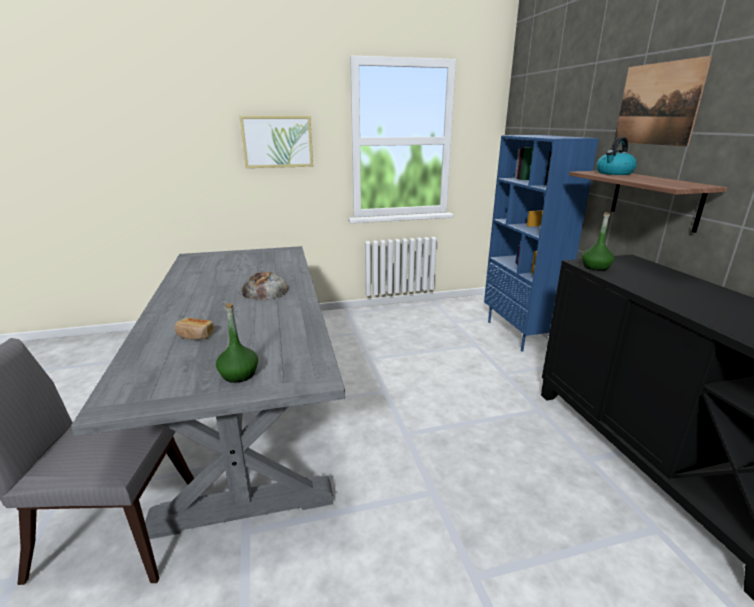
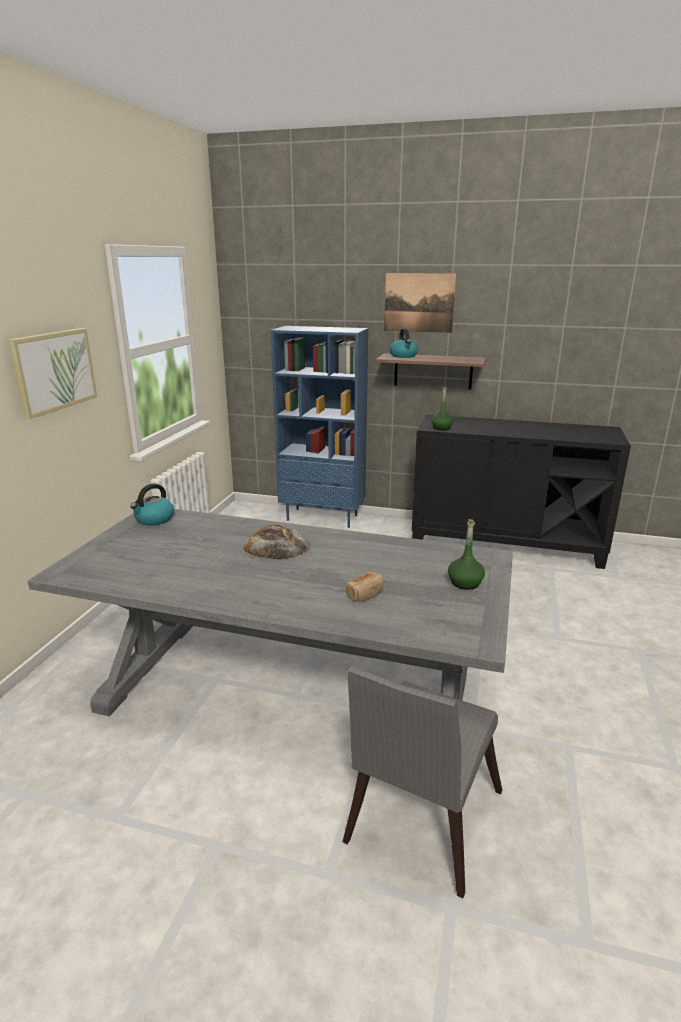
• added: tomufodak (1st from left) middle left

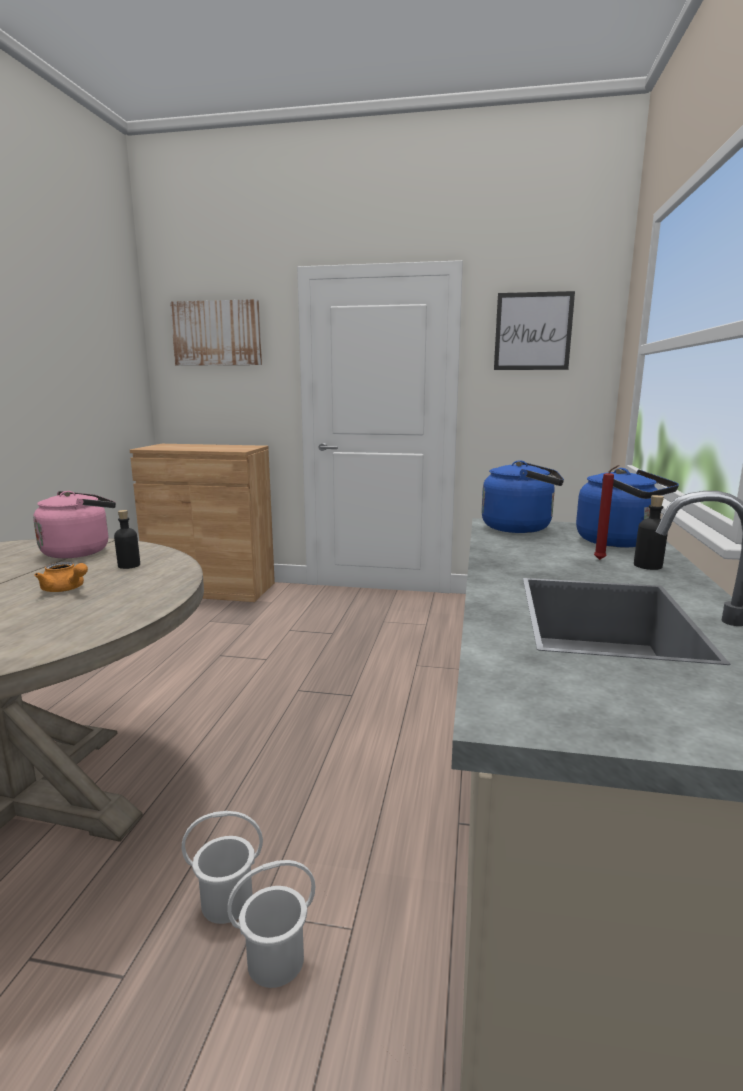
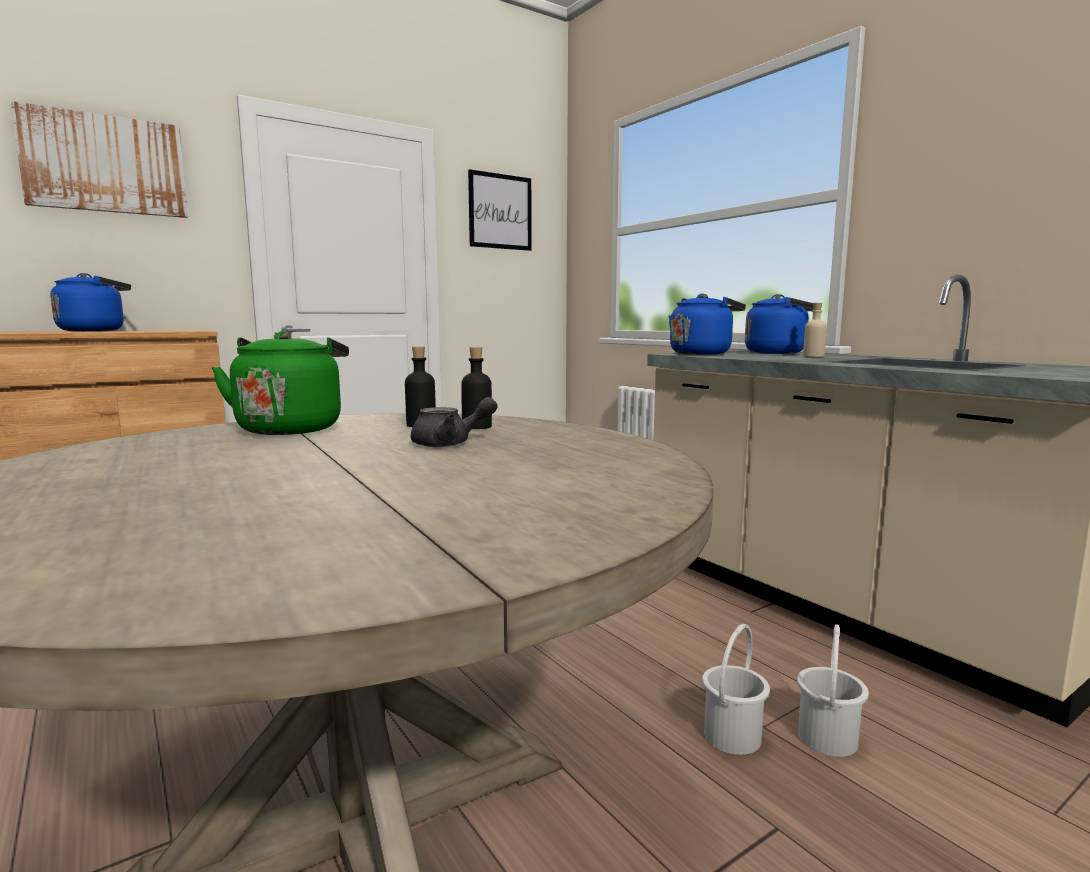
• added: tomufodak (blue) (1st from left) middle left
• recoloured: tomufodak (pink) middle left to tomufodak (green) middle left
• recoloured: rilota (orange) middle left to rilota (grey) centre
• moved: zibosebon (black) (2nd from left) middle right to centre
• replaced: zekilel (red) middle right to zibosebon (beige) middle right

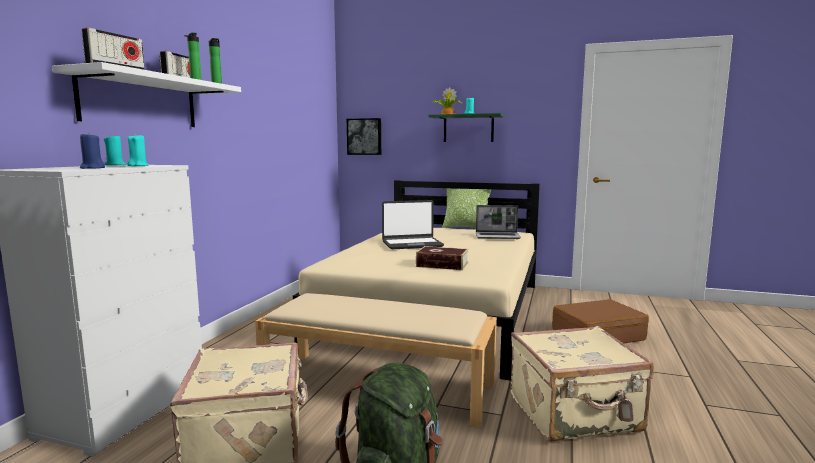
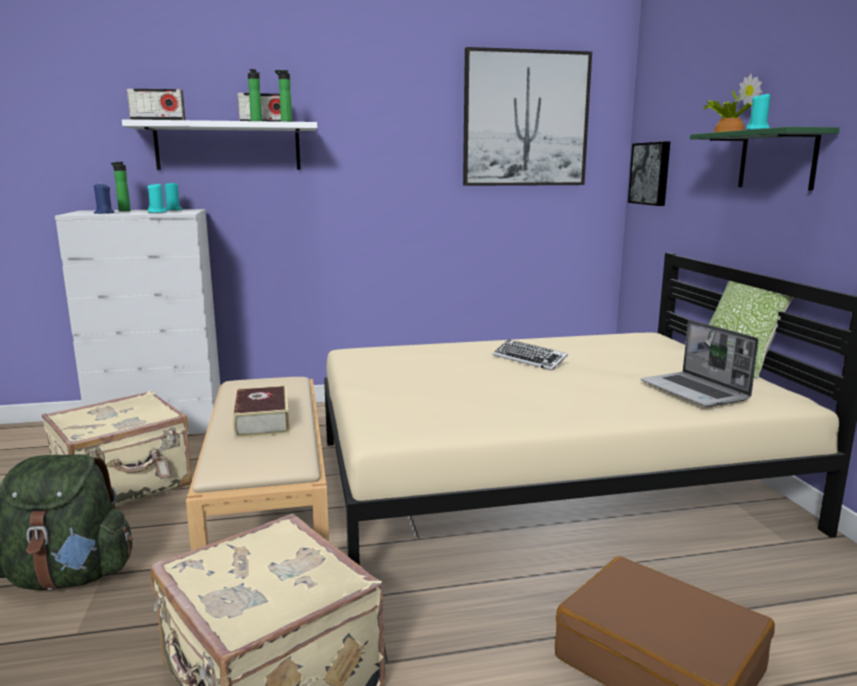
• added: zibosebon (1st from left) top left
• moved: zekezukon centre to middle left
• added: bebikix (1st from left) top centre
• replaced: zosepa (1st from left) centre to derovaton centre

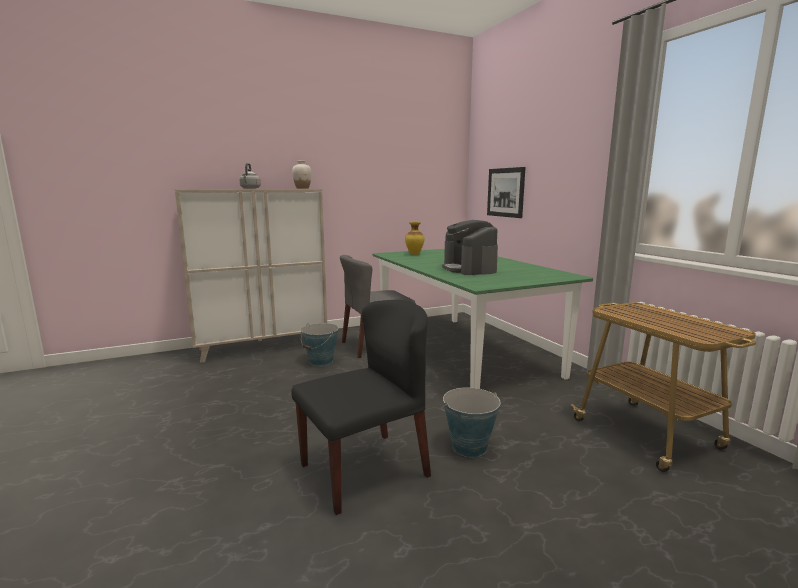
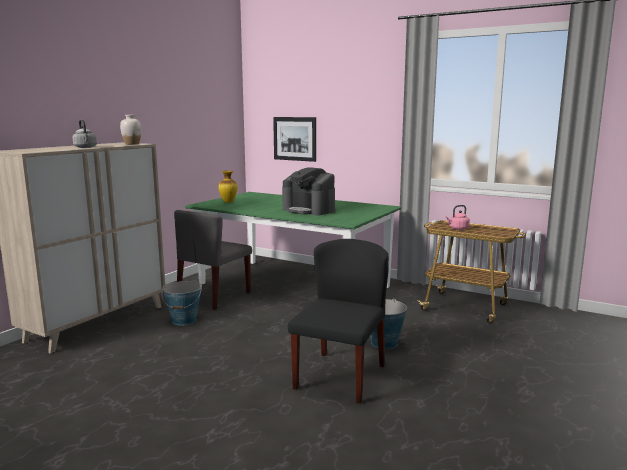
• added: tomufodak (pink) middle right

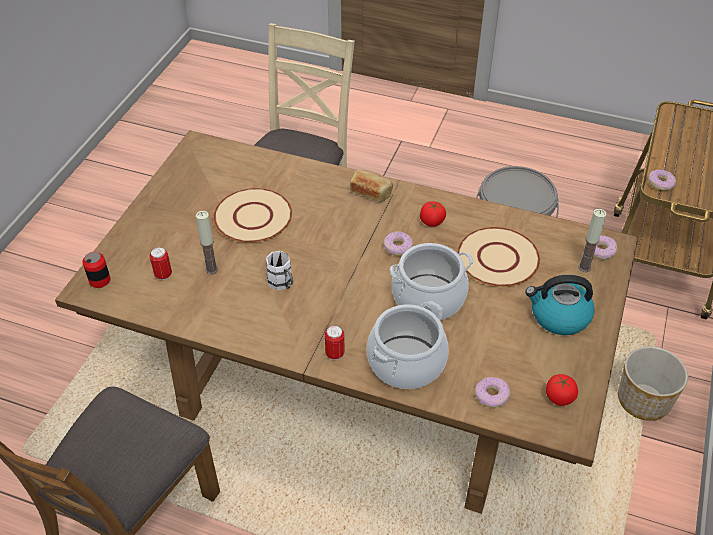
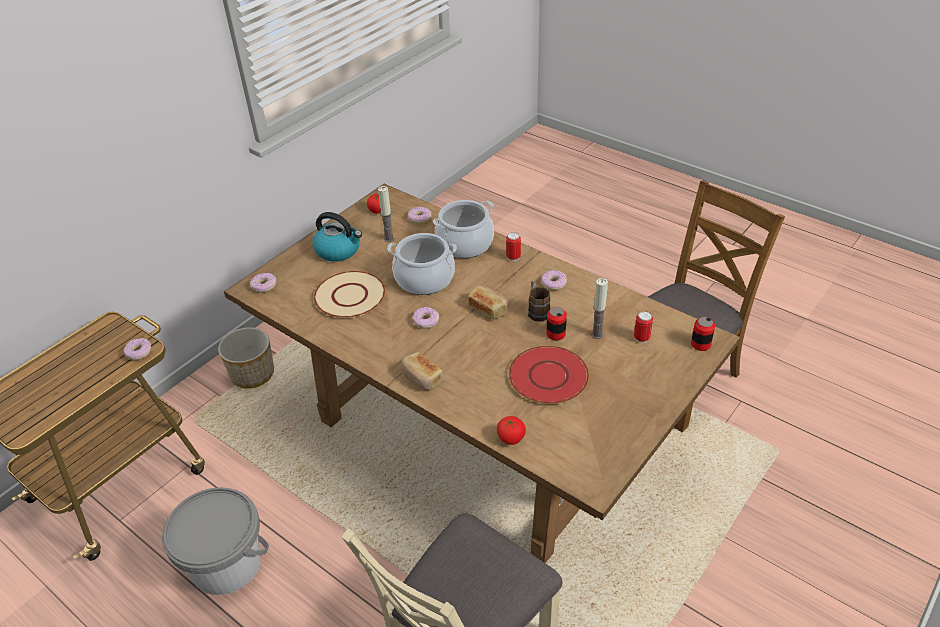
• moved: zekilel (2nd from left in the first image) middle right to zekilel (1st from left) centre
• added: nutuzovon (2nd from left) centre
• moved: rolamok (1st from left in the first image) centre to rolamok (2nd from left) bottom centre
• recoloured: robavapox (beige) (1st from left) centre to robavapox (red) centre
• recoloured: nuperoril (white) centre to nuperoril (brown) centre
• added: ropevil (5th from left) centre
• added: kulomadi (2nd from left) centre

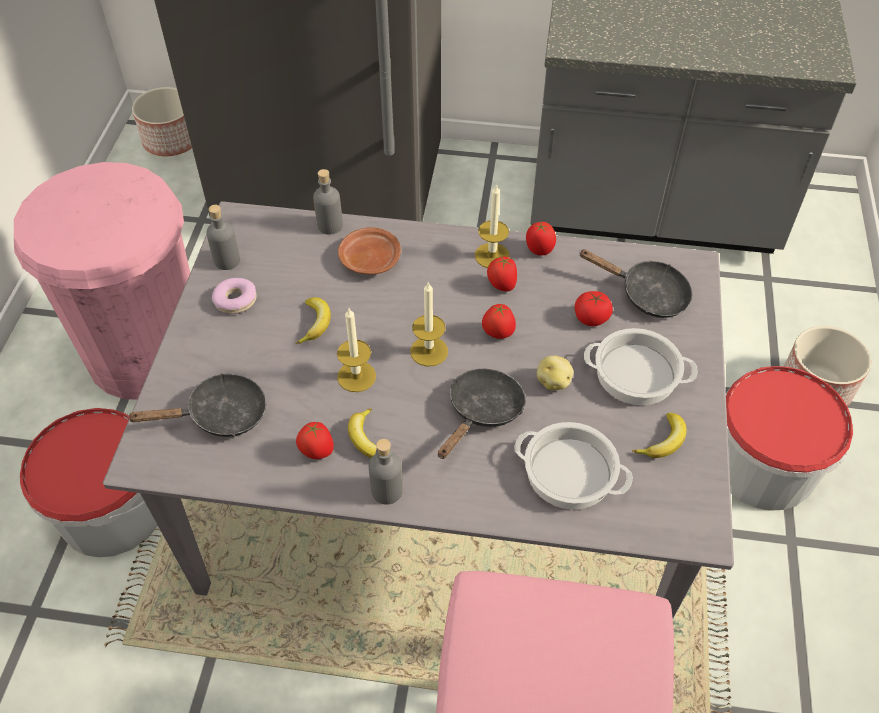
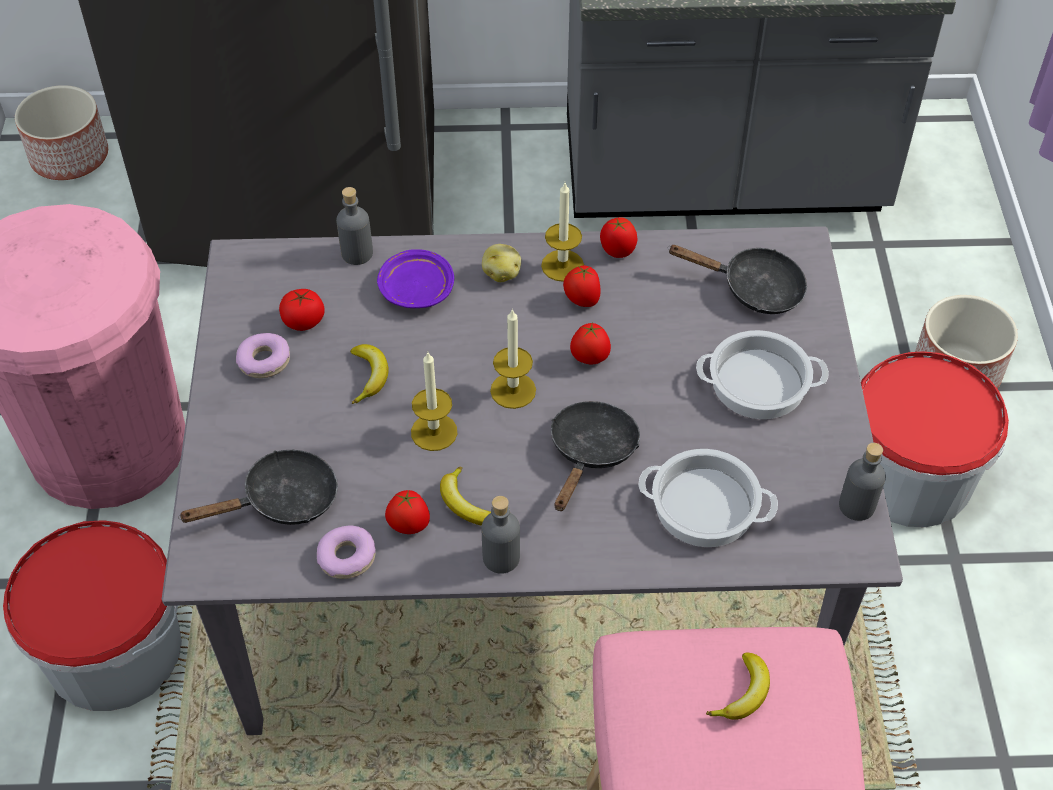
• moved: rolamok (5th from left in the first image) middle right to rolamok (1st from left) middle left
• added: ropevil (2nd from left) bottom left
• recoloured: robavapox (brown) centre to robavapox (purple) centre
• moved: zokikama centre to top centre
• moved: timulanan (3rd from left) middle right to bottom right
• moved: zibosebon (grey) (1st from left in the first image) top left to zibosebon (grey) (3rd from left) middle right

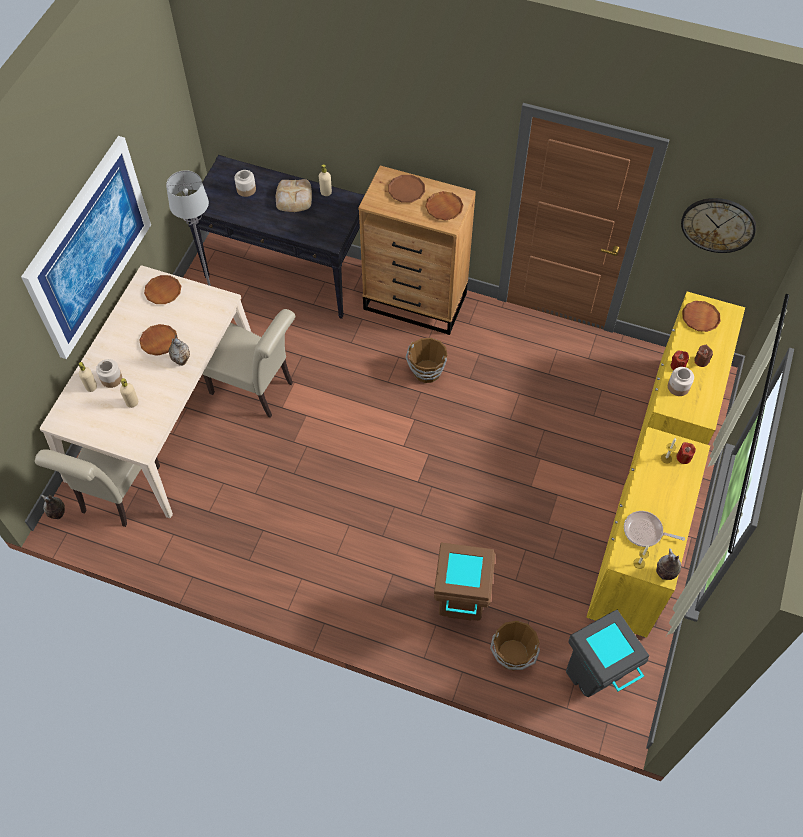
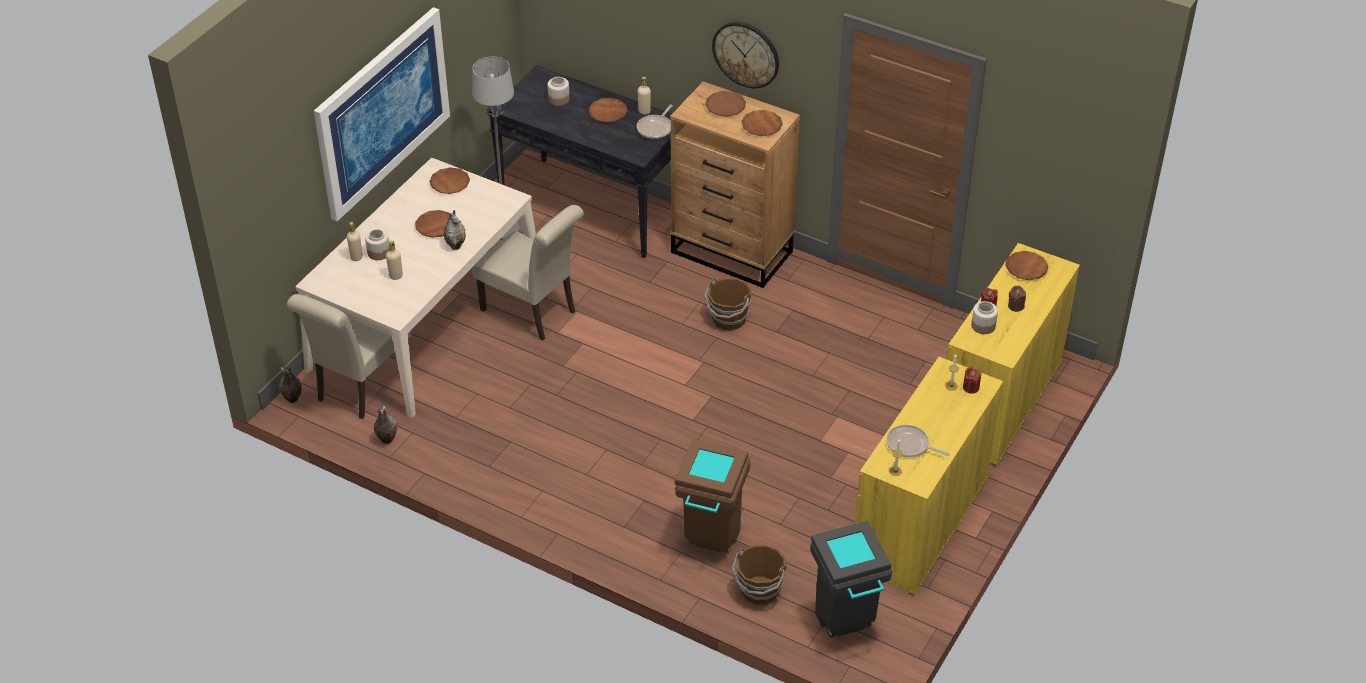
• moved: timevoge (3rd from left in the first image) bottom right to timevoge (2nd from left) middle left
• replaced: nutuzovon top centre to robavapox (brown) (3rd from left) top centre
• added: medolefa (1st from left) top centre
• moved: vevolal top right to top centre

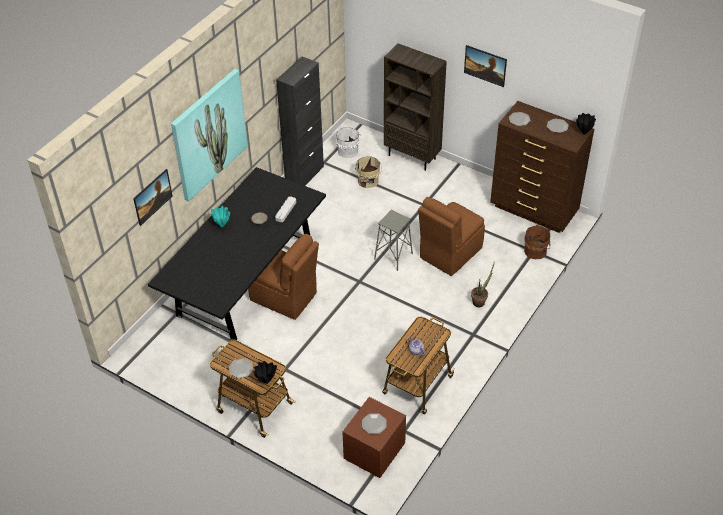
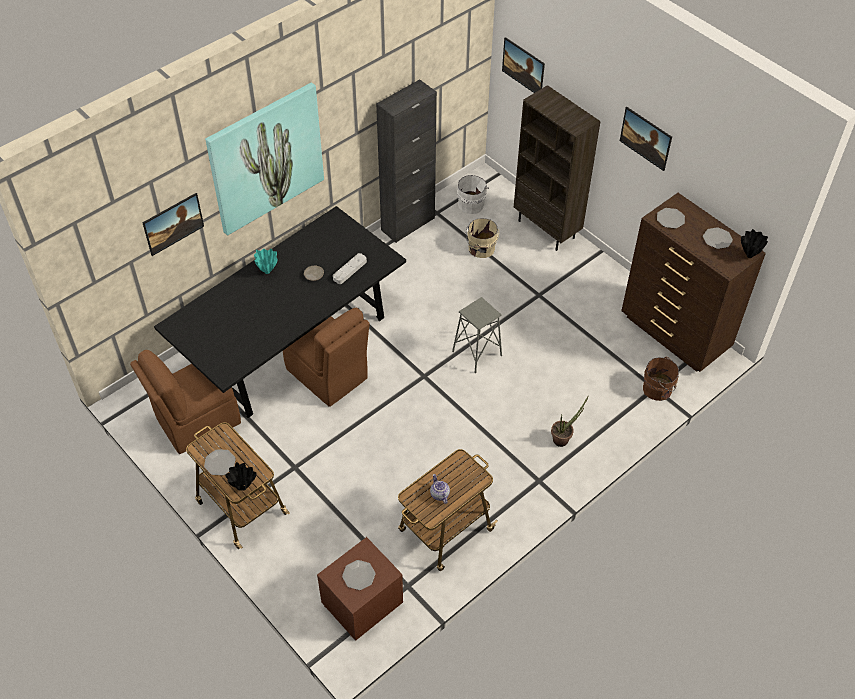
• moved: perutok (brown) (2nd from left in the first image) centre to perutok (brown) (1st from left) middle left
• added: bebikix (3rd from left) top centre

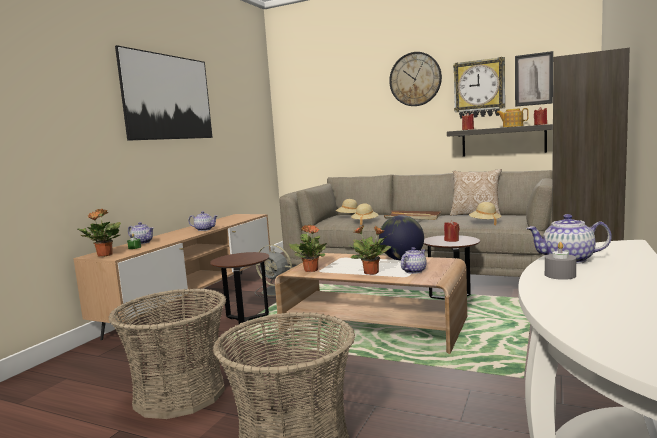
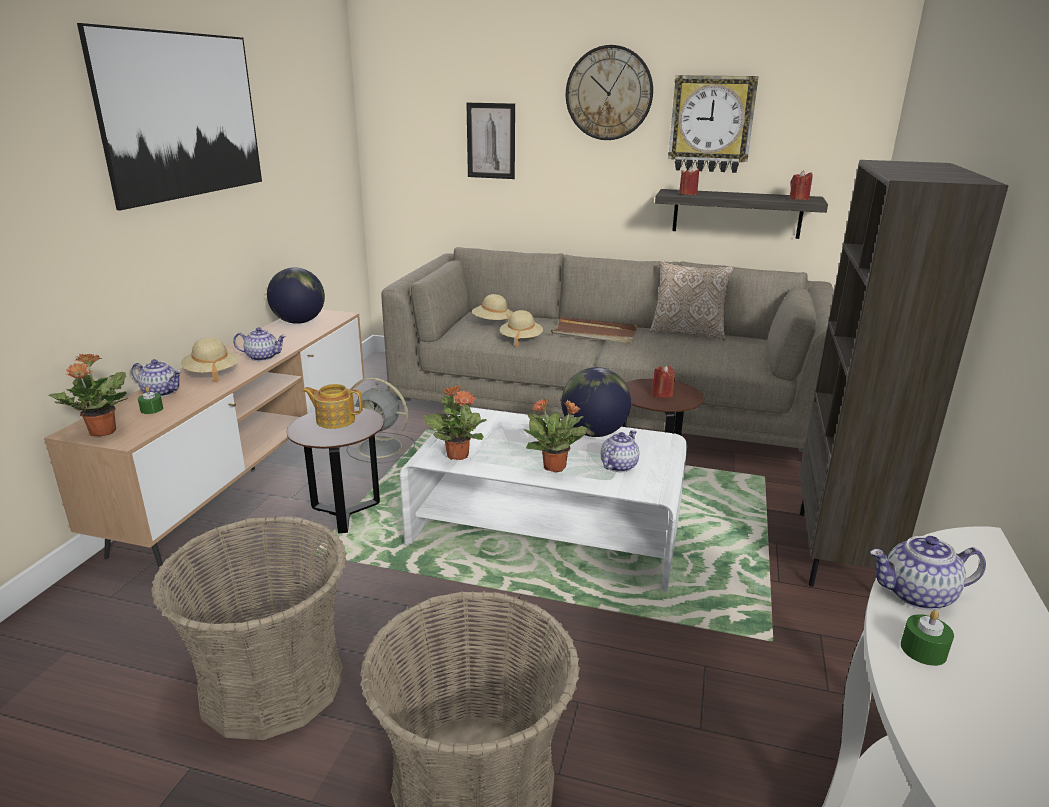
• moved: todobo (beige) (3rd from left in the first image) middle right to todobo (beige) (1st from left) middle left
• added: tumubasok (1st from left) middle left
• moved: rilota (4th from left in the first image) top right to rilota (3rd from left) middle left
• recoloured: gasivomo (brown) bottom centre to gasivomo (white) centre
• moved: bebikix (2nd from left) top right to top centre
• recoloured: zekilel (grey) middle right to zekilel (green) (2nd from left) bottom right

